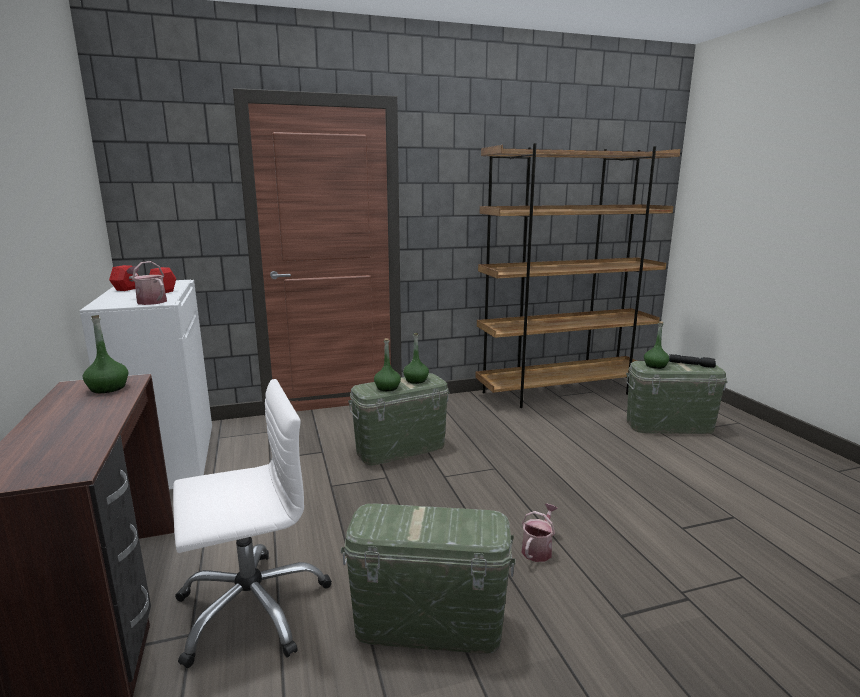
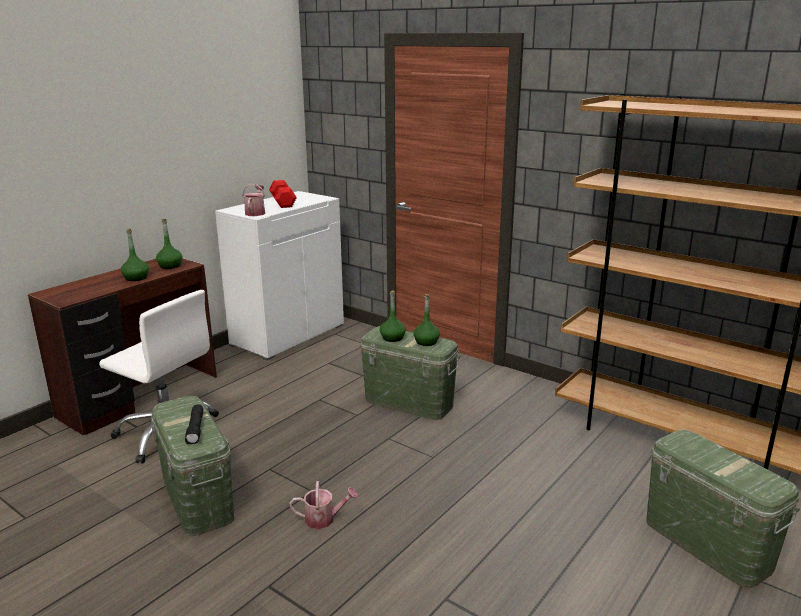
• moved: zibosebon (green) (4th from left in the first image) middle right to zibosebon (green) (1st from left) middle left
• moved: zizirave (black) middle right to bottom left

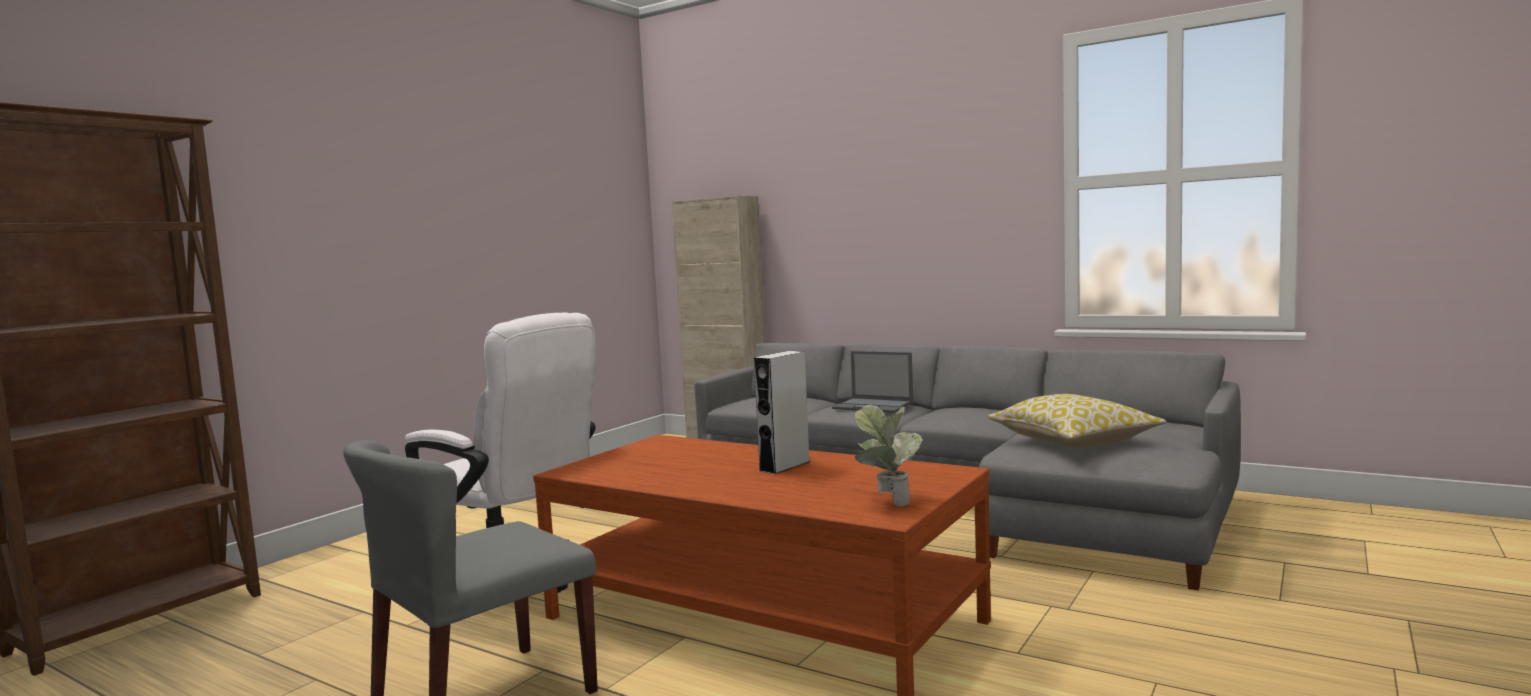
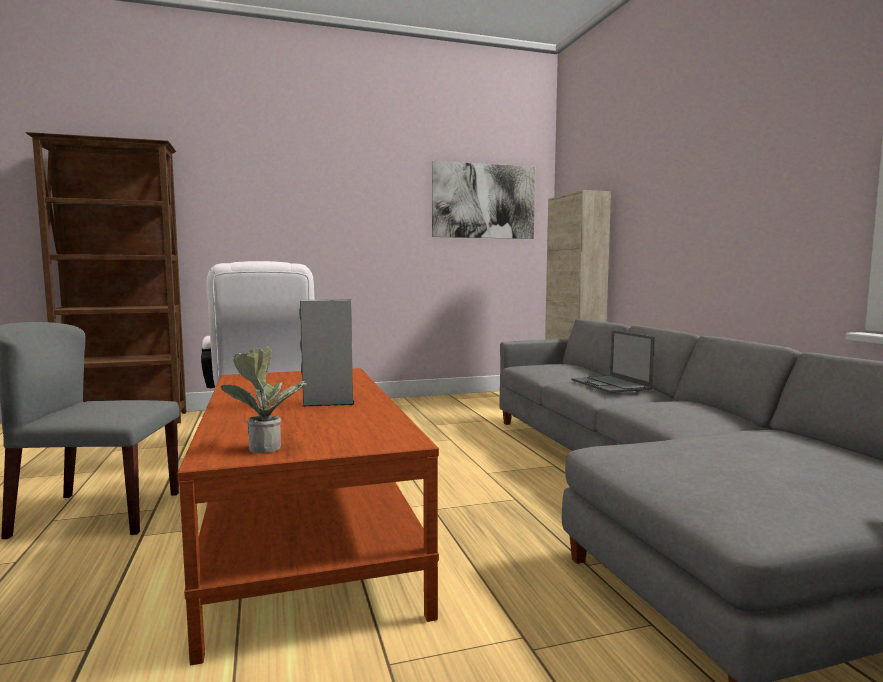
• added: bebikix top centre
• removed: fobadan middle right

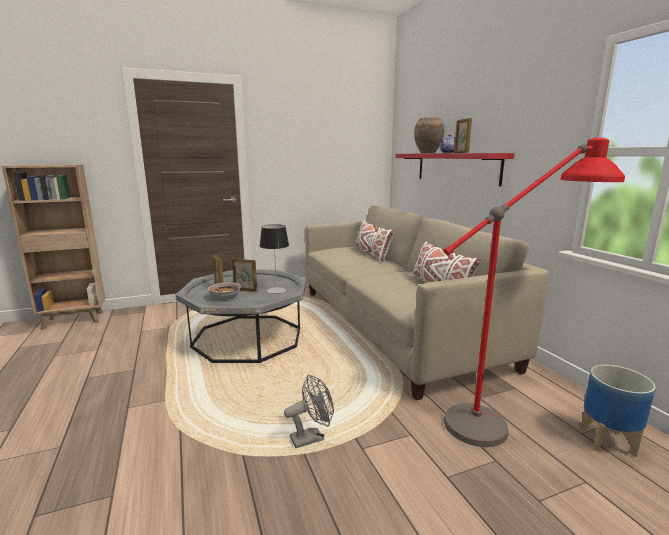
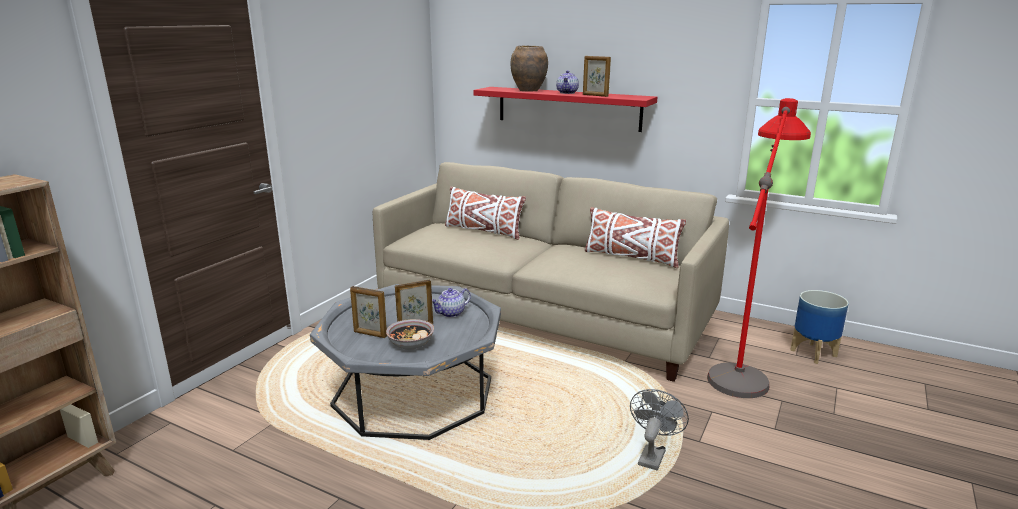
• replaced: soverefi centre to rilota (1st from left) centre

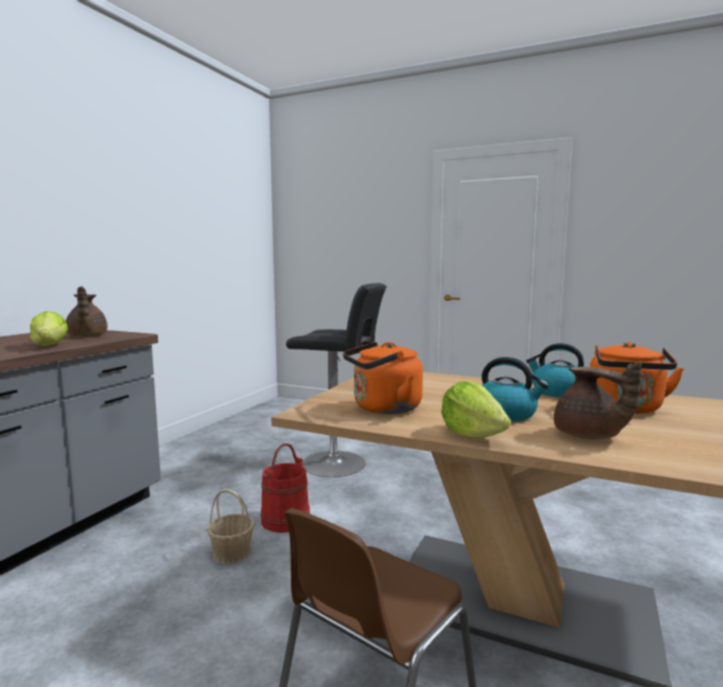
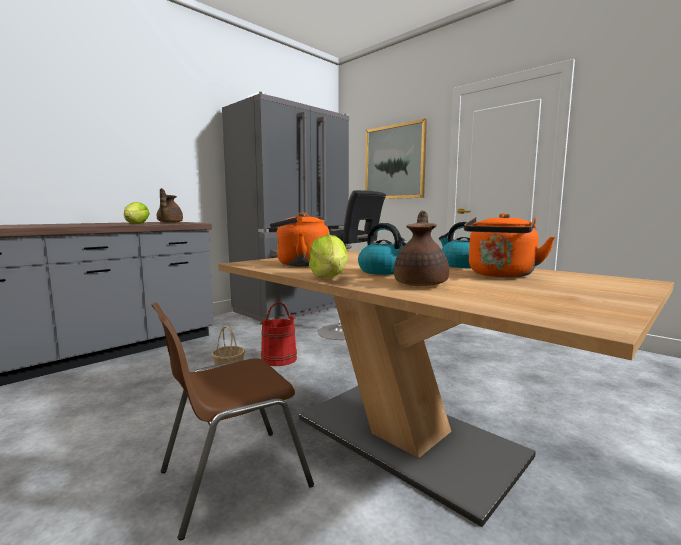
• added: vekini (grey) centre
• added: bebikix top centre
• turned: rilota (brown) (2nd from left) middle right = centre 150 degrees counterclockwise

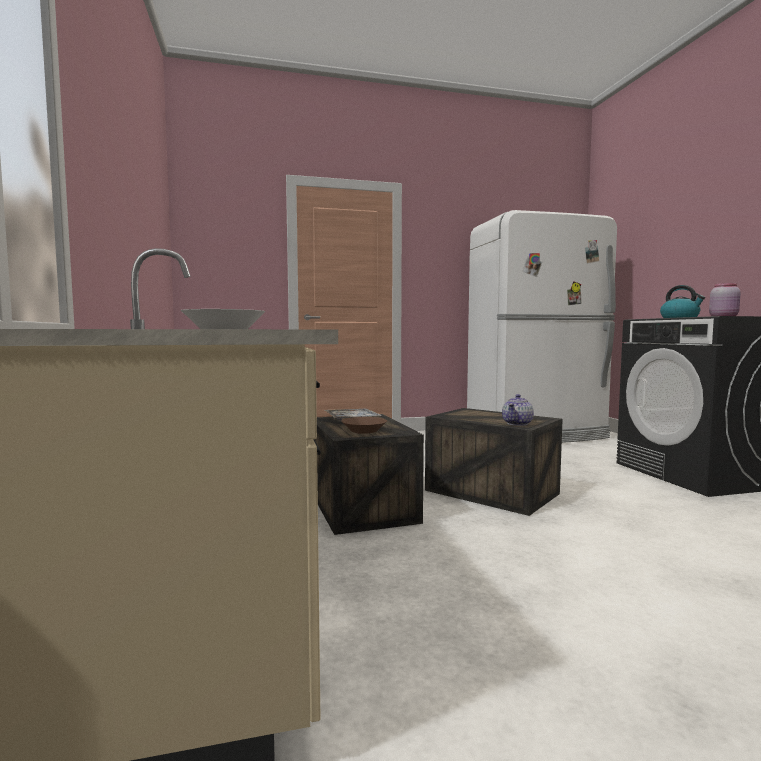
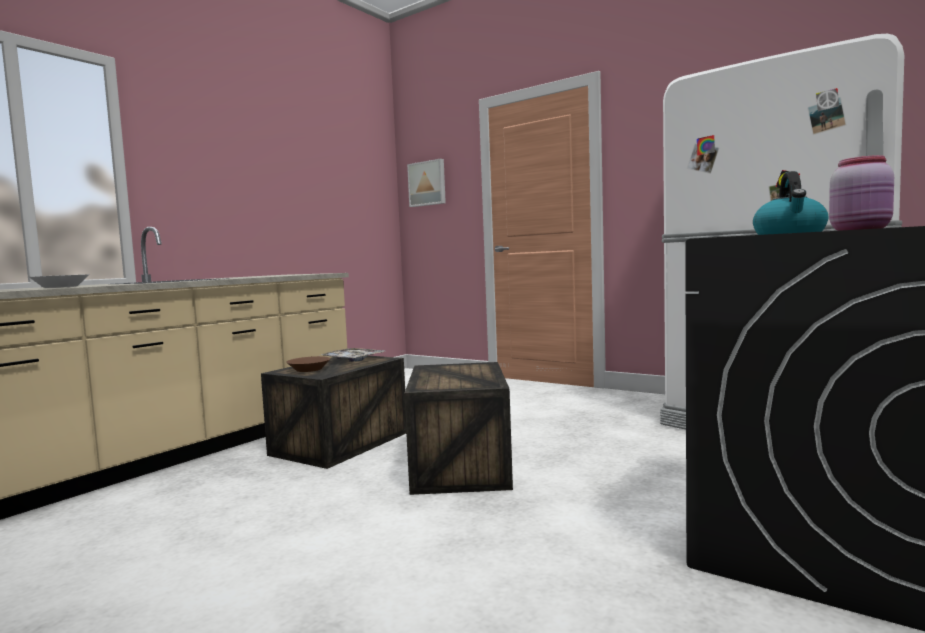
• added: bebikix top centre
• removed: rilota middle right

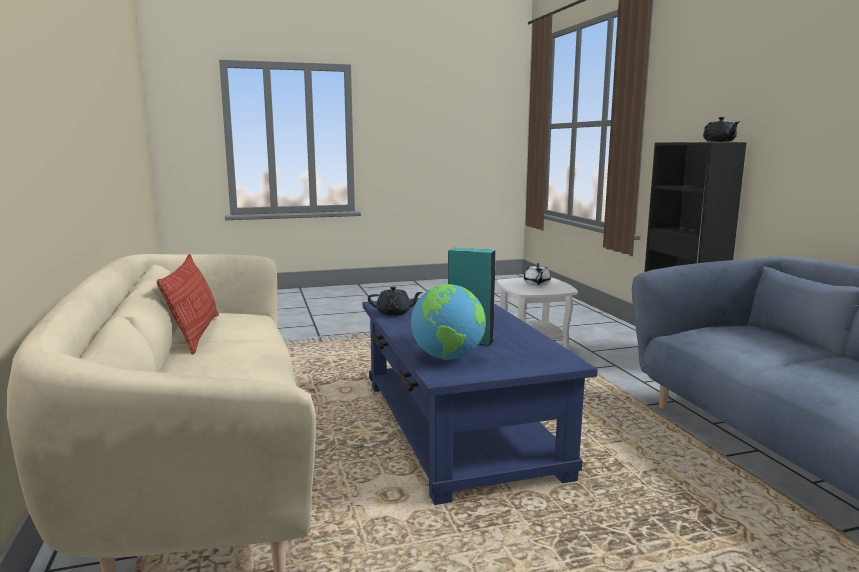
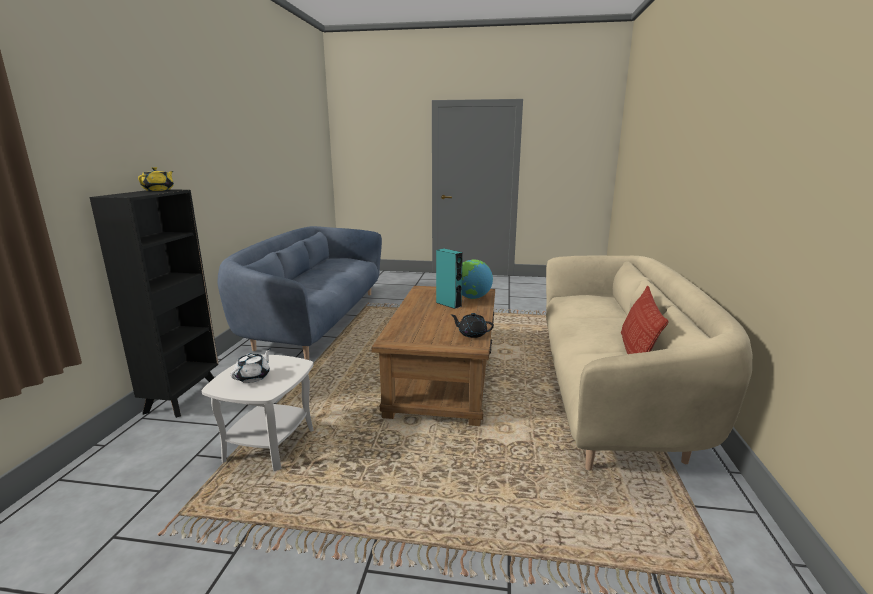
• recoloured: rilota (black) (2nd from left) top right to rilota (yellow) top left
• recoloured: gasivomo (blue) bottom centre to gasivomo (brown) centre

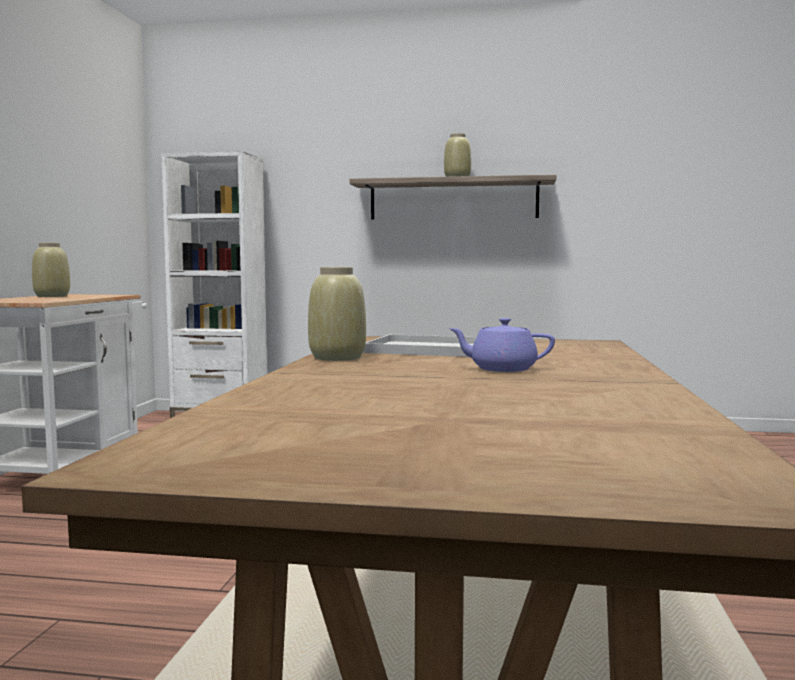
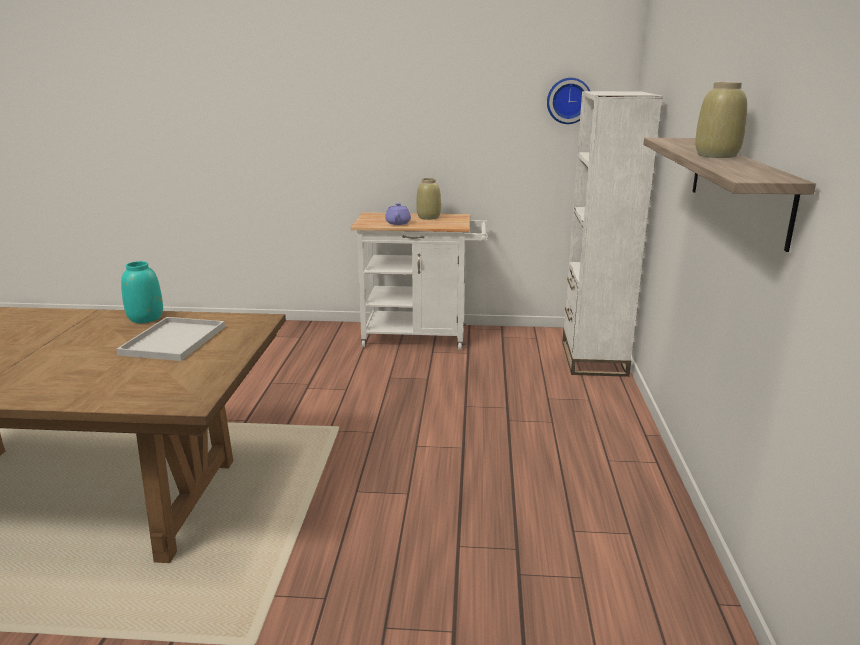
• recoloured: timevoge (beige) (2nd from left) centre to timevoge (turquoise) middle left
• moved: rilota (purple) centre to top centre
• added: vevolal top centre

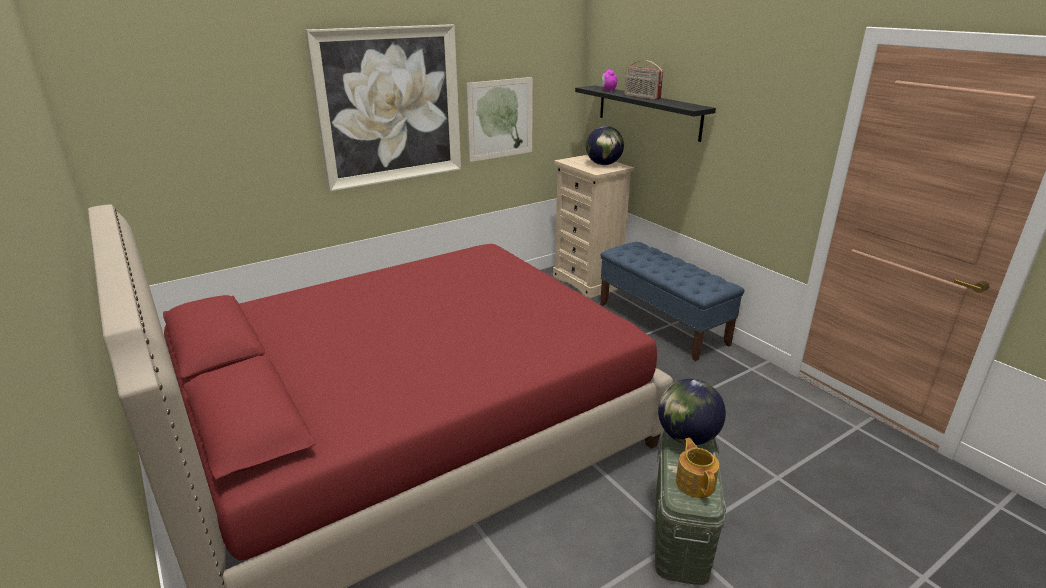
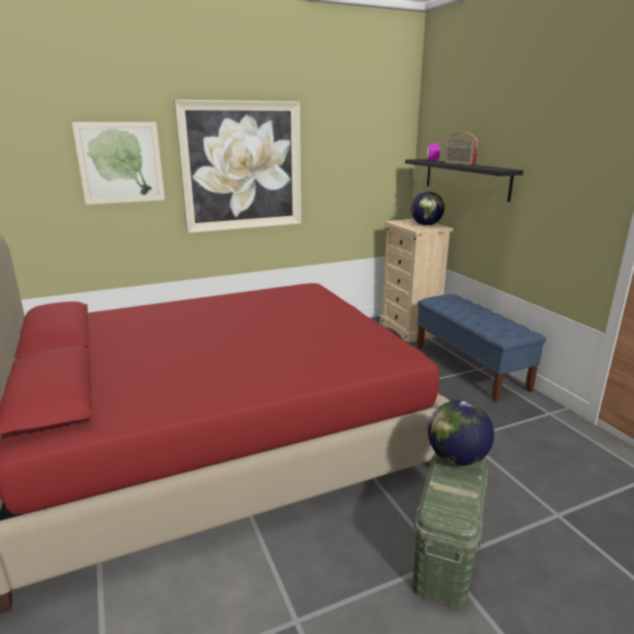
• moved: bebikix (2nd from left in the first image) top centre to bebikix (1st from left) top left
• removed: rilota bottom centre

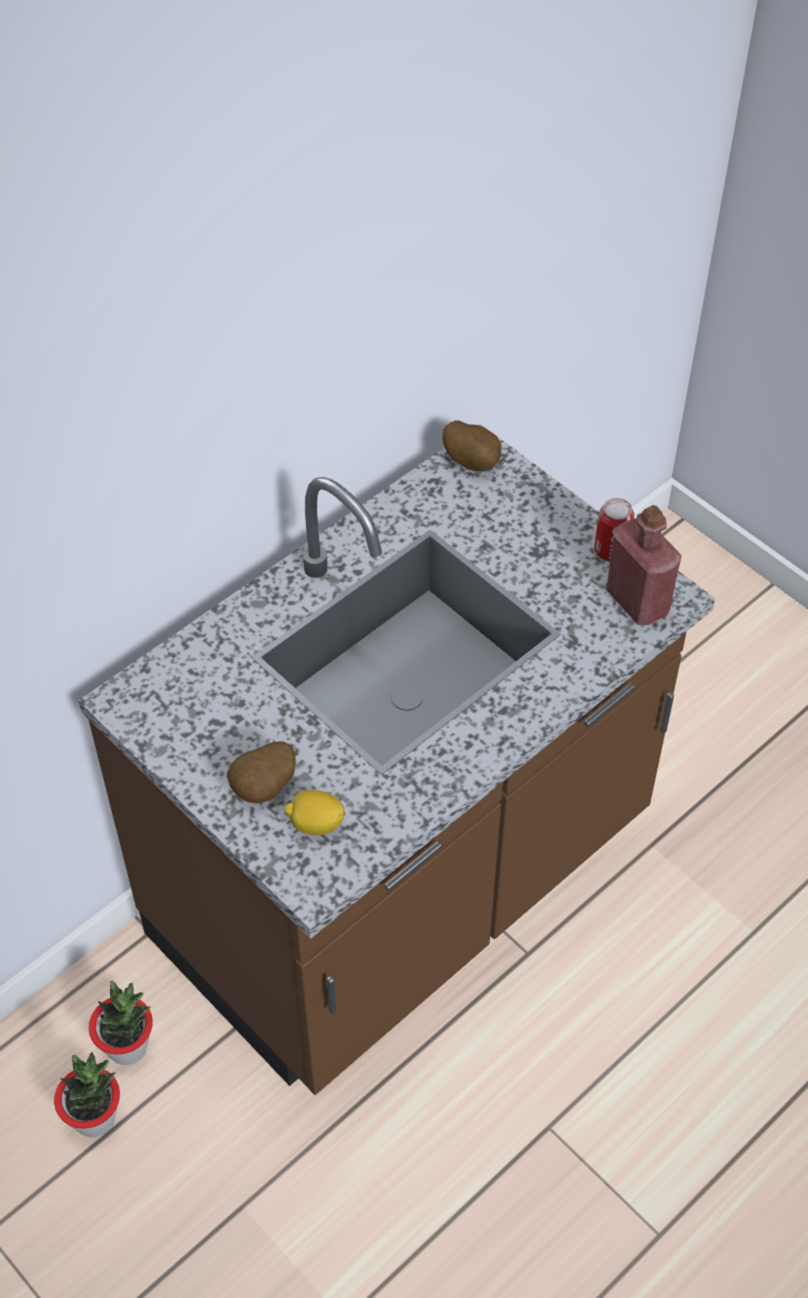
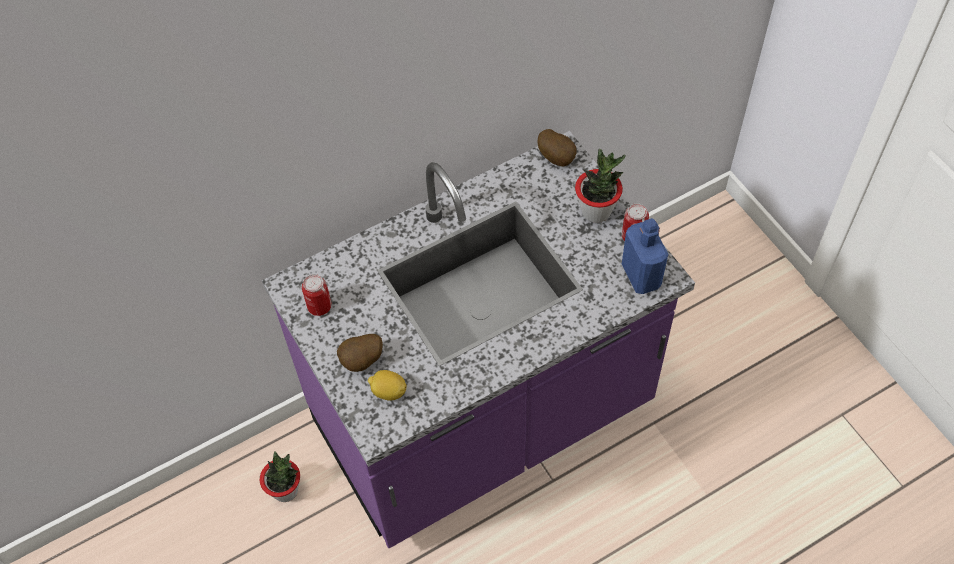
• recoloured: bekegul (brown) centre to bekegul (purple) centre
• added: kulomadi (1st from left) middle left
• moved: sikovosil (1st from left in the first image) bottom left to sikovosil (2nd from left) top centre
• recoloured: zibosebon (red) middle right to zibosebon (blue) middle right

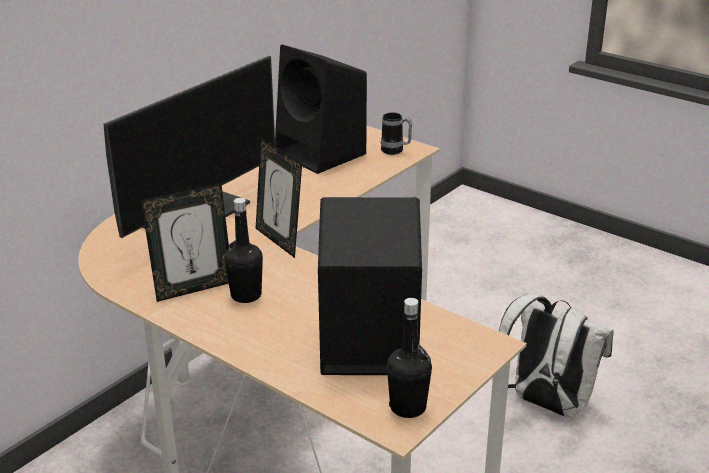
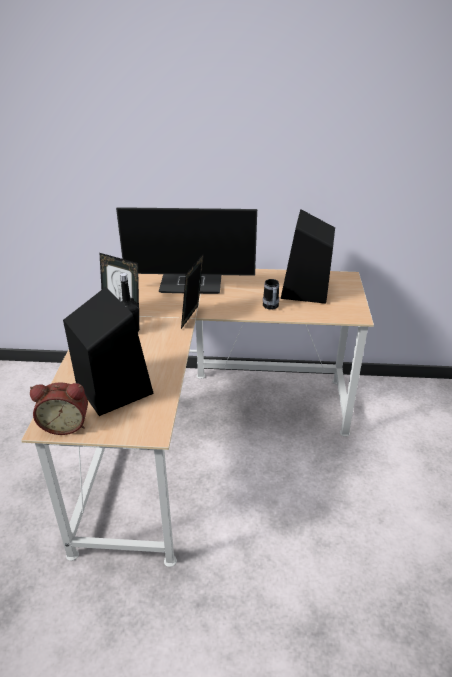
• replaced: zibosebon (black) (2nd from left) bottom centre to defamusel middle left
• moved: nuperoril top centre to centre
• removed: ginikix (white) bottom right

